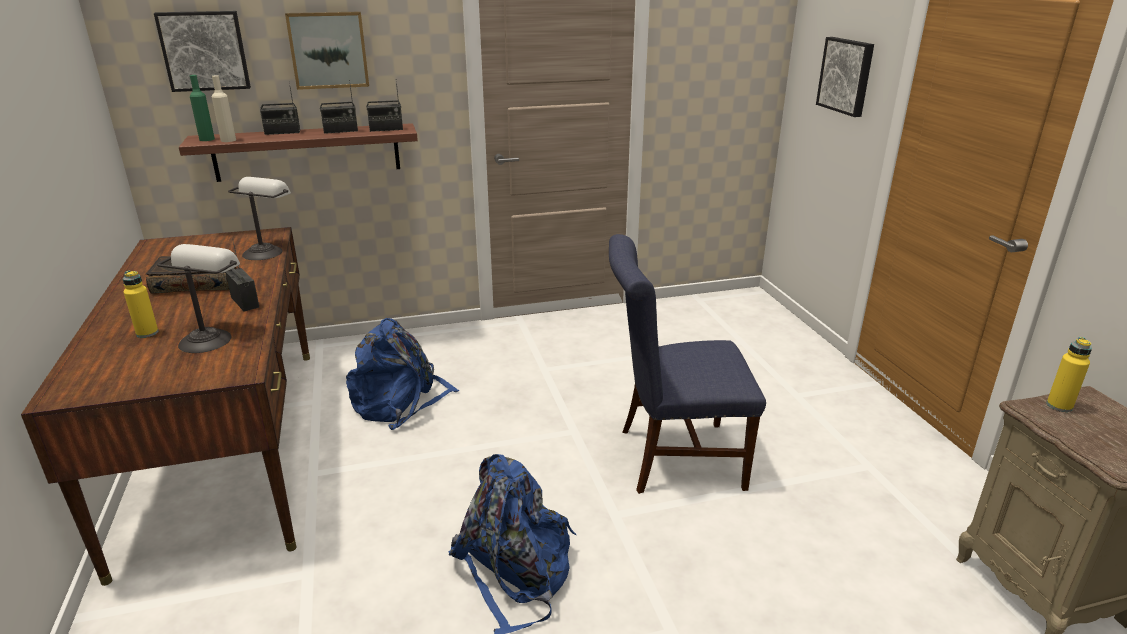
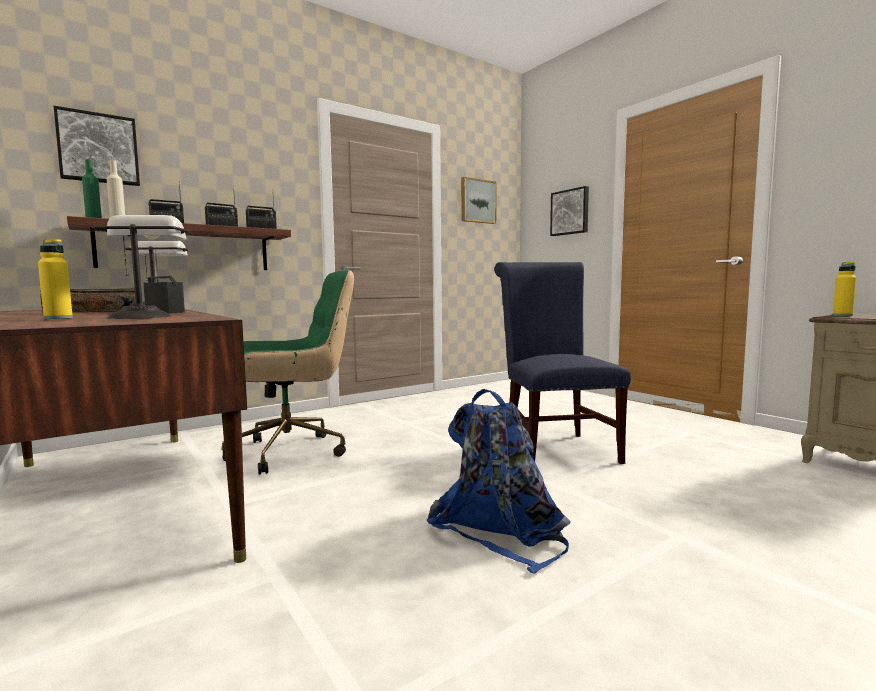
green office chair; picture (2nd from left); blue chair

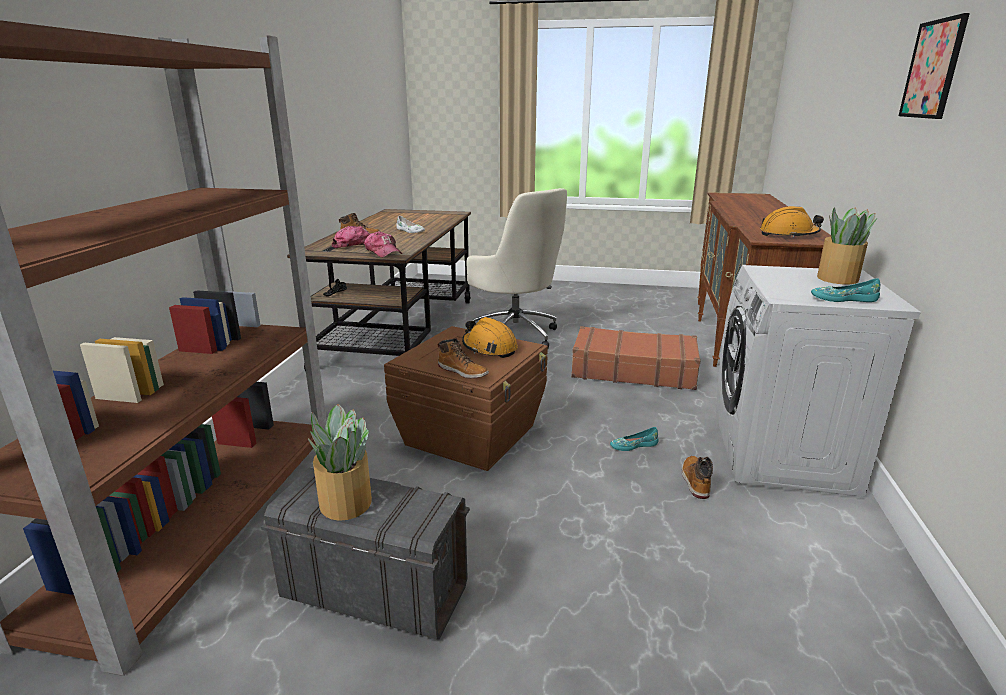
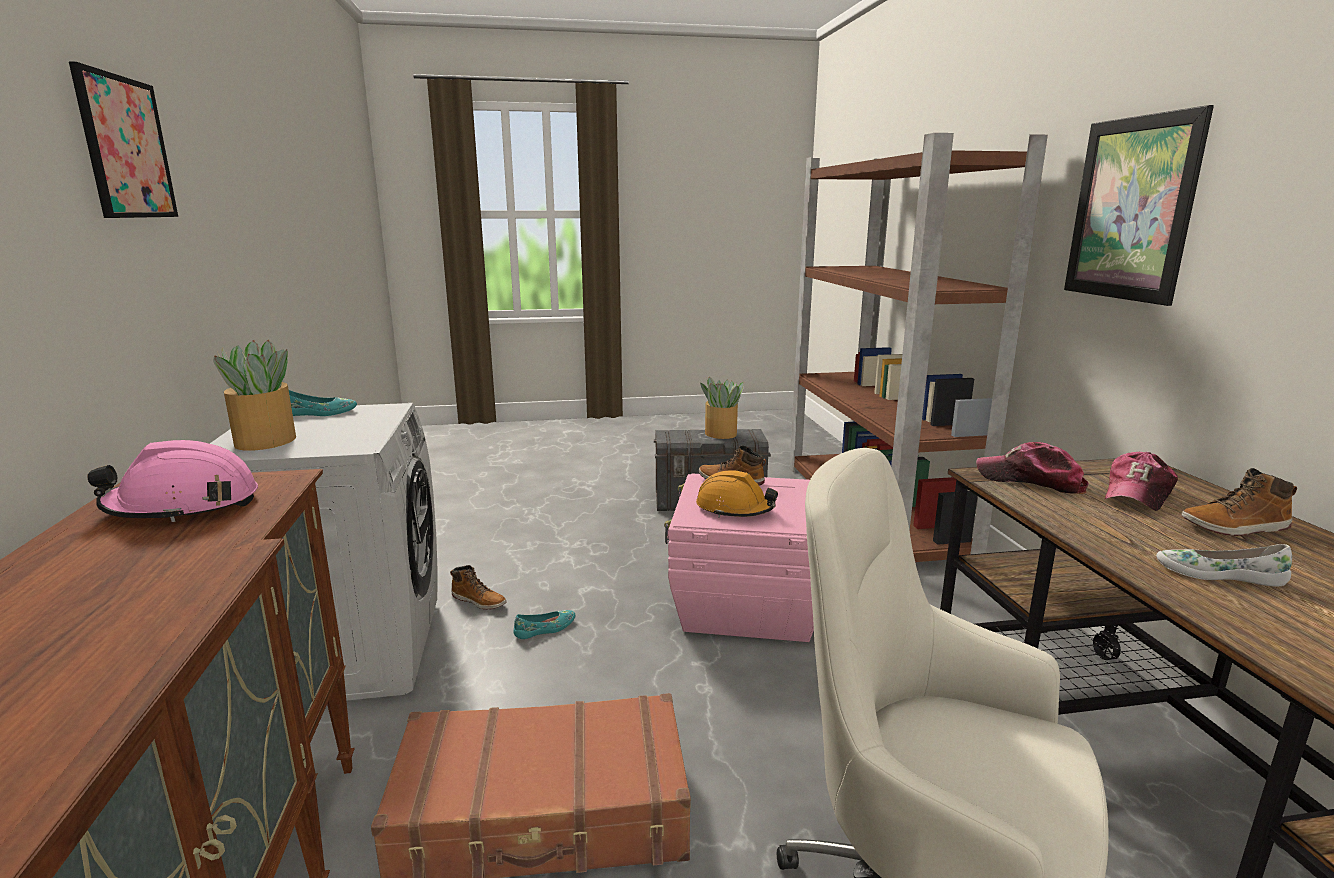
pink hard hat; boot (1st from left); pink storage box; picture (2nd from left)

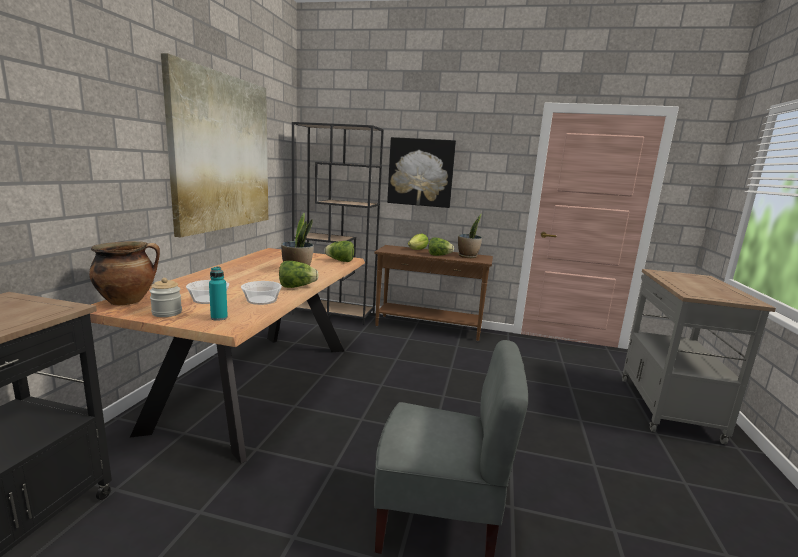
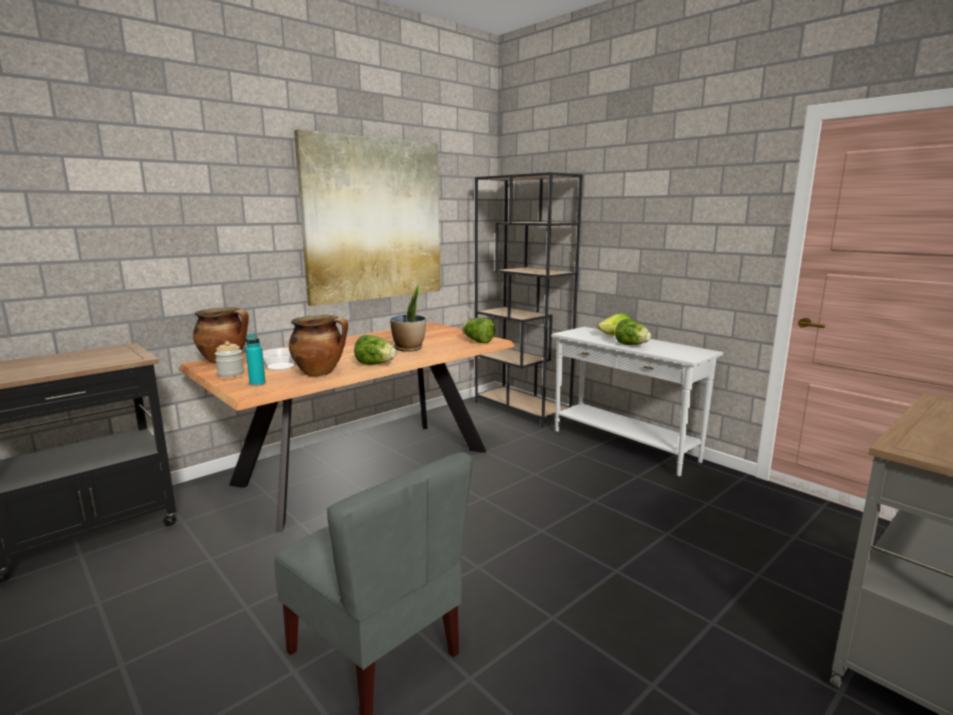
cooking pot (2nd from left); white console table; picture (2nd from left in the first image); potted plant (2nd from left in the first image)

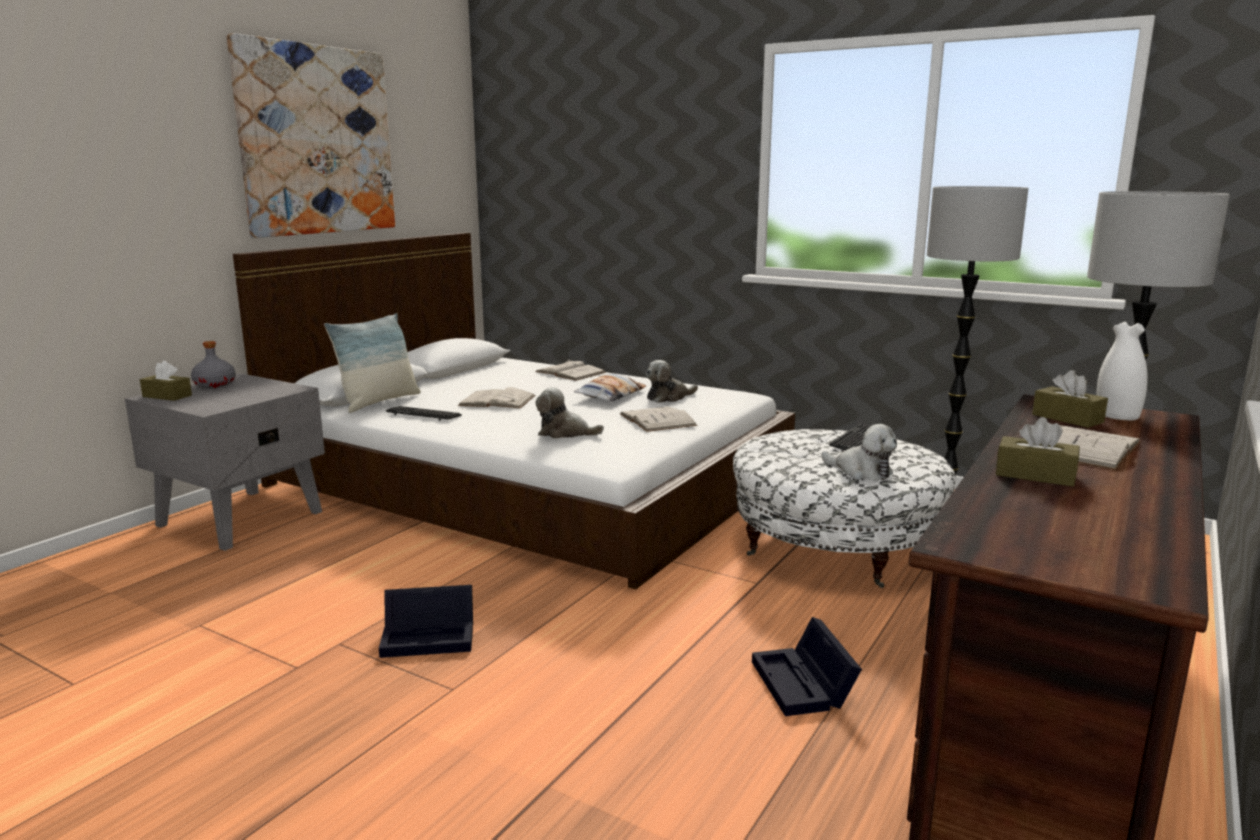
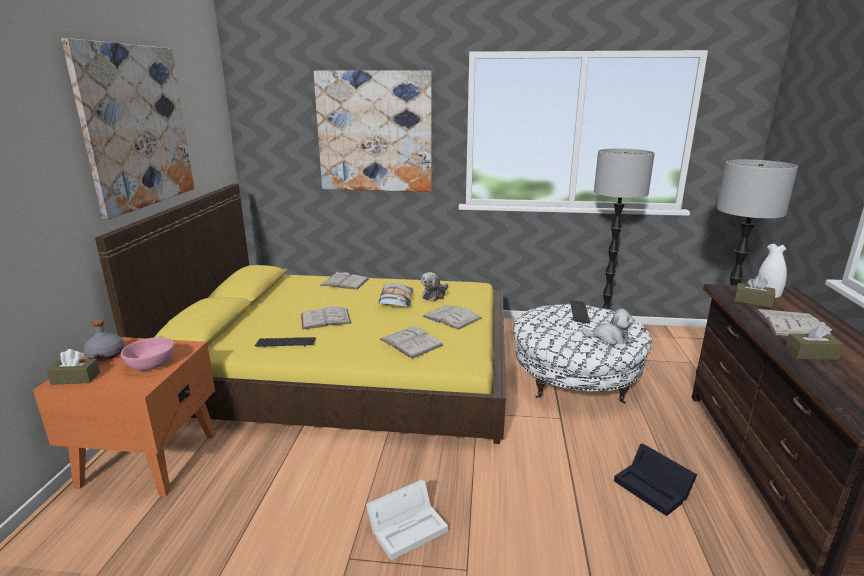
orange nightstand; yellow bed; pink bowl; picture (2nd from left); white storage box; white book (3rd from left); pillow (1st from left in the first image)

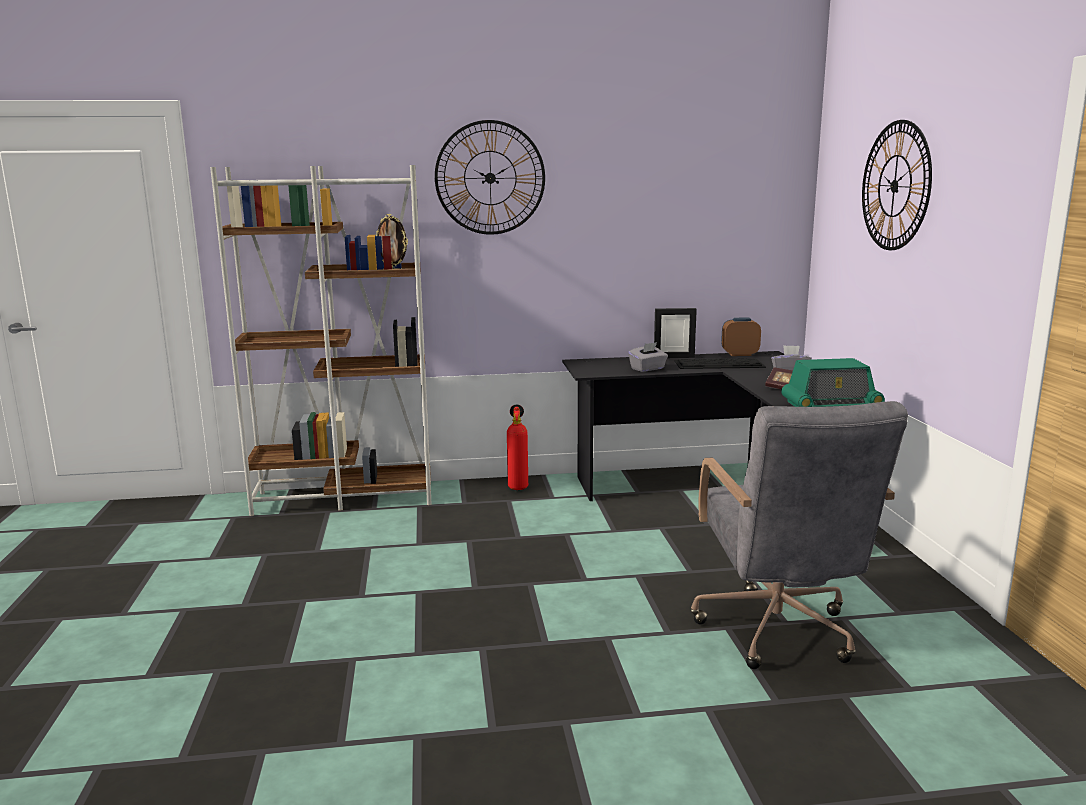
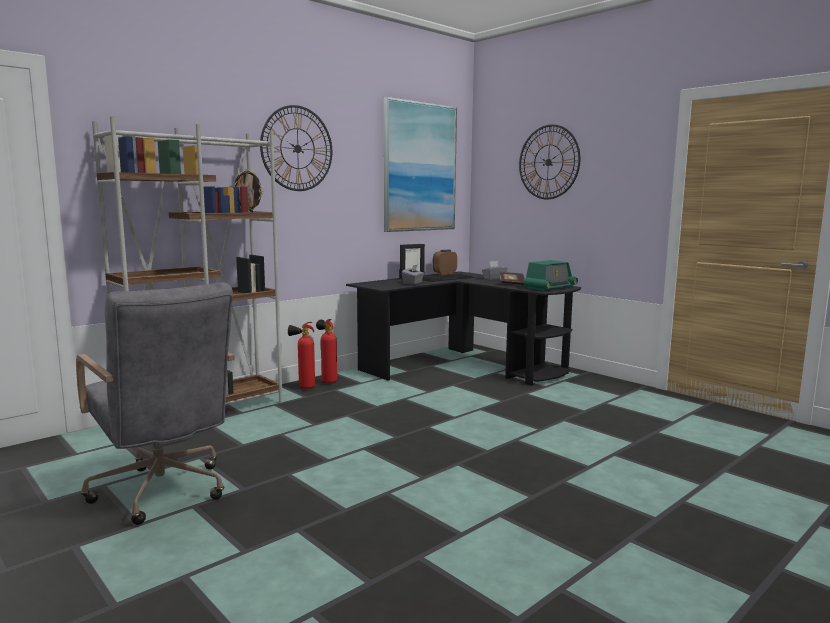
grey office chair; fire extinguisher (1st from left); picture

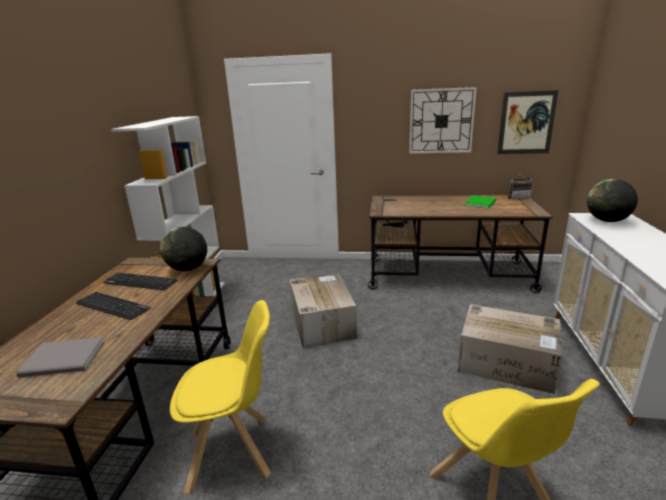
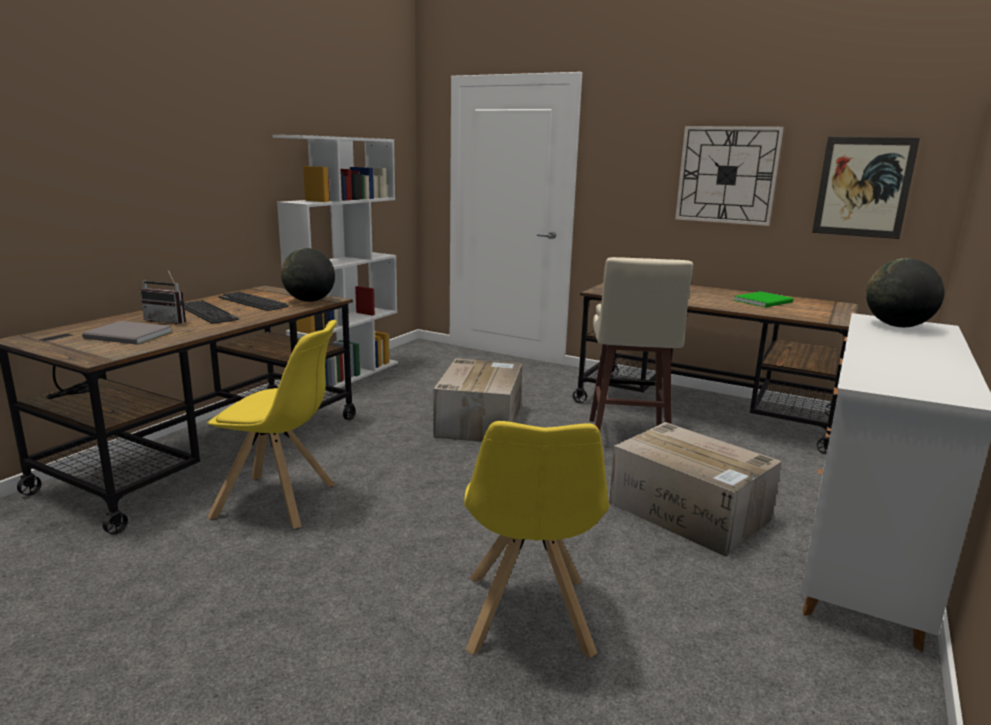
radio; beige stool

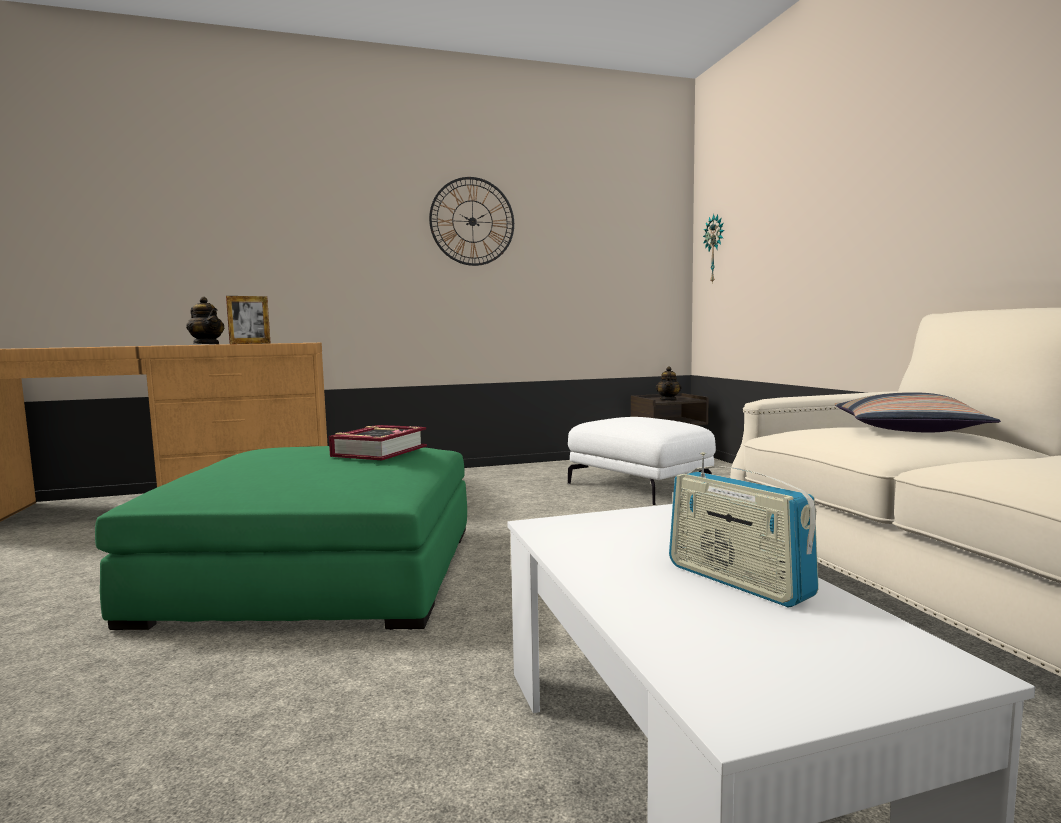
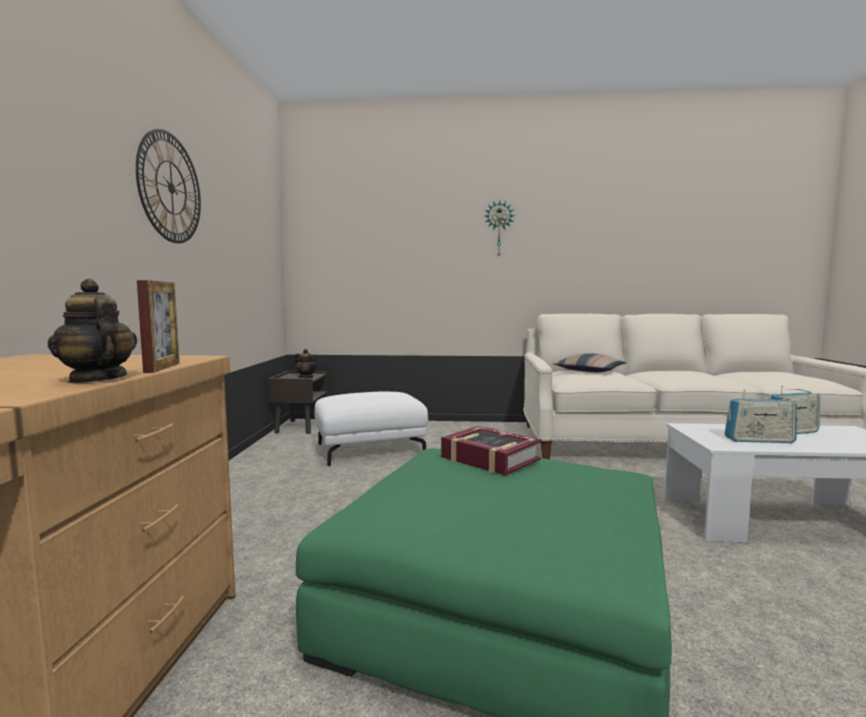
teapot (1st from left); wall clock (2nd from left); radio (1st from left)

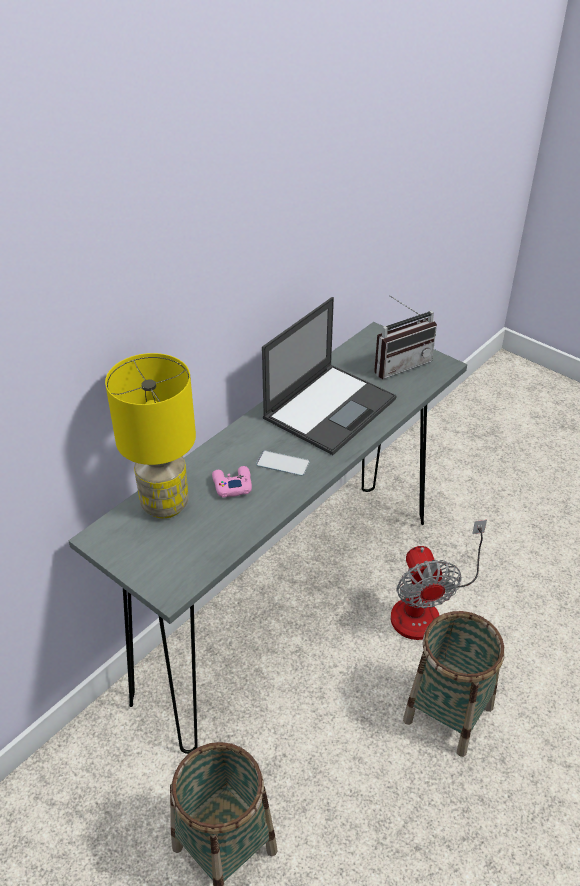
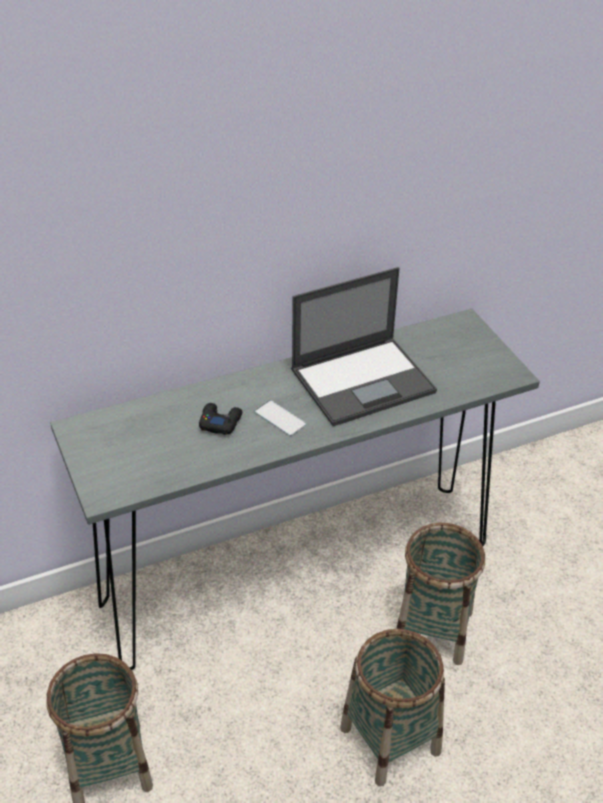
black game controller; basket (3rd from left); yellow table lamp; radio

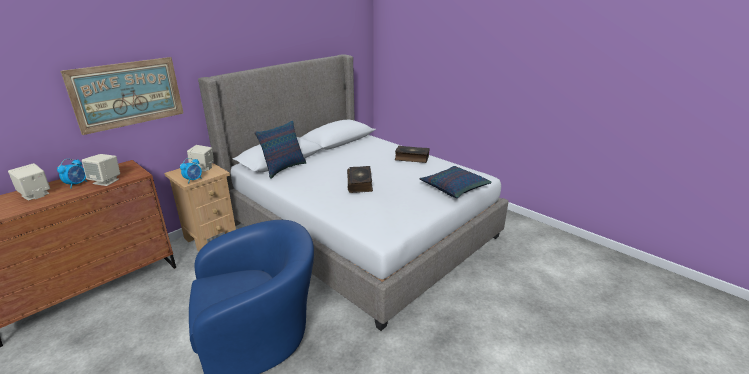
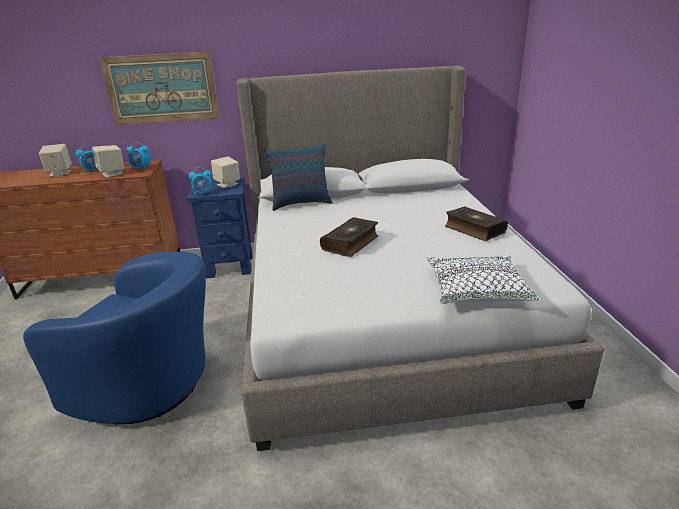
alarm clock (2nd from left); blue nightstand; white pillow

